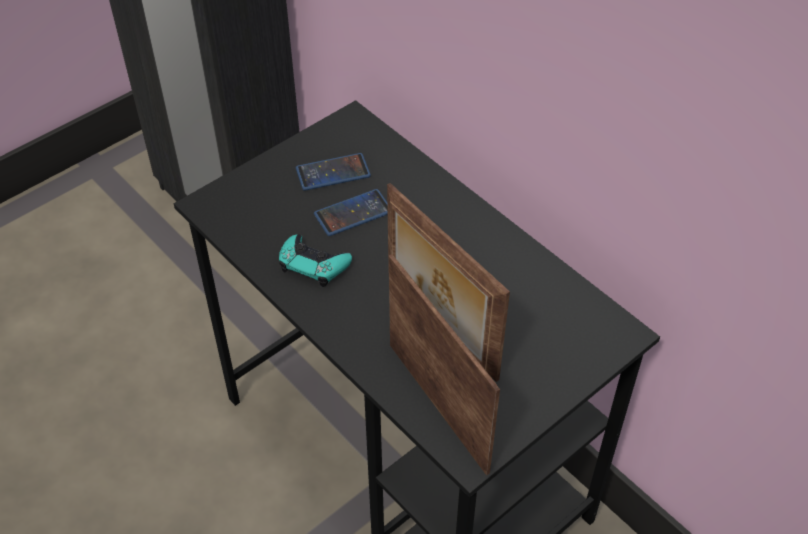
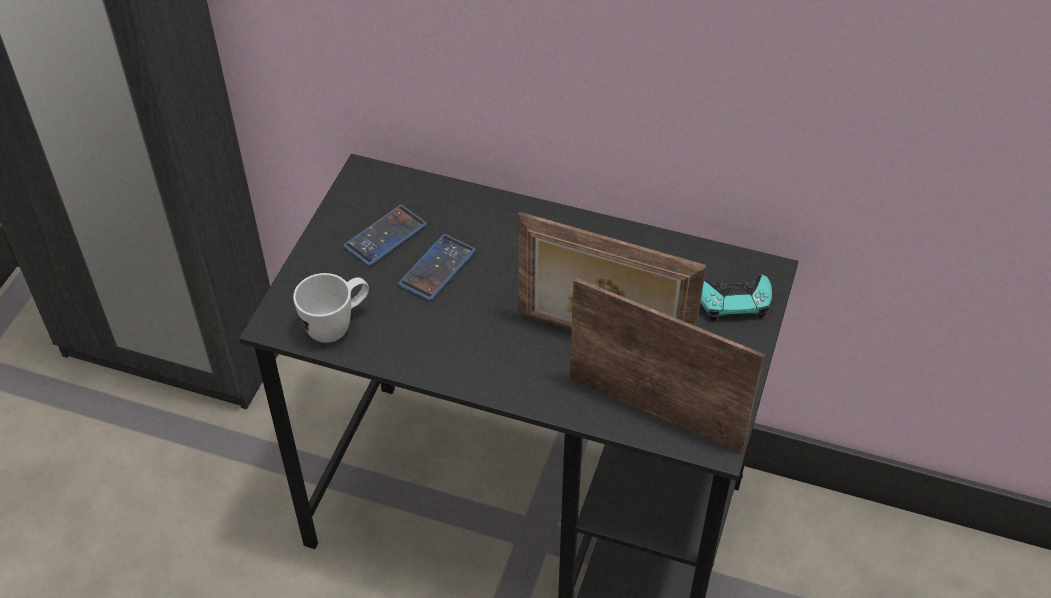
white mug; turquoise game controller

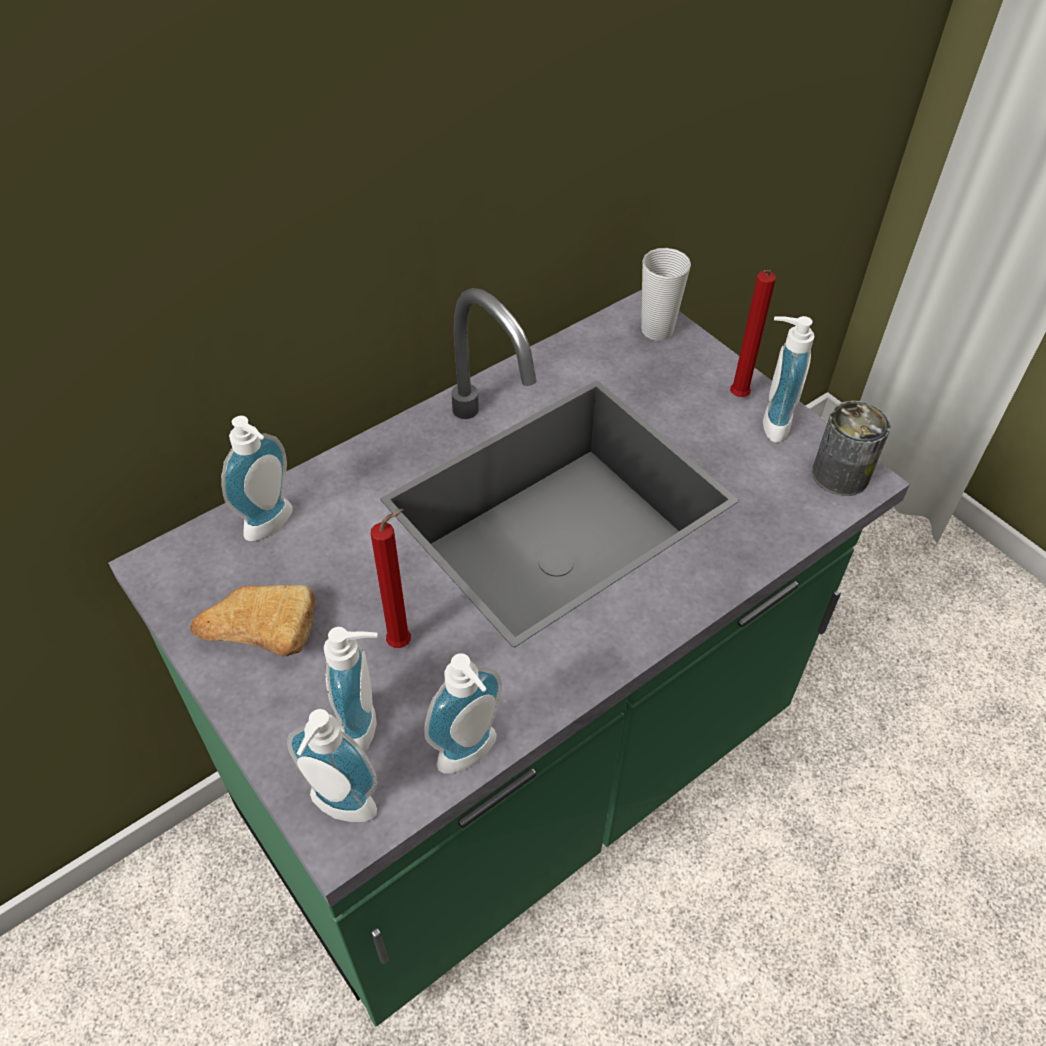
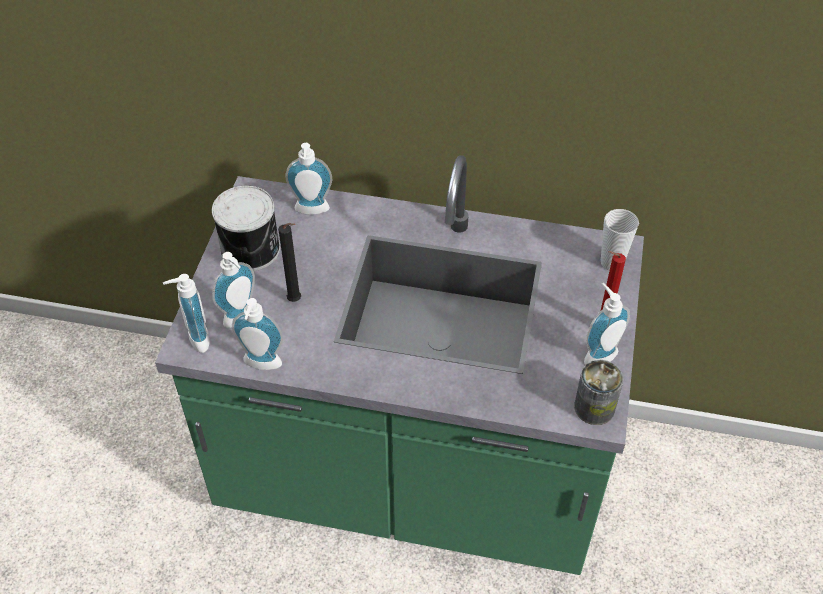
can (1st from left); black candle

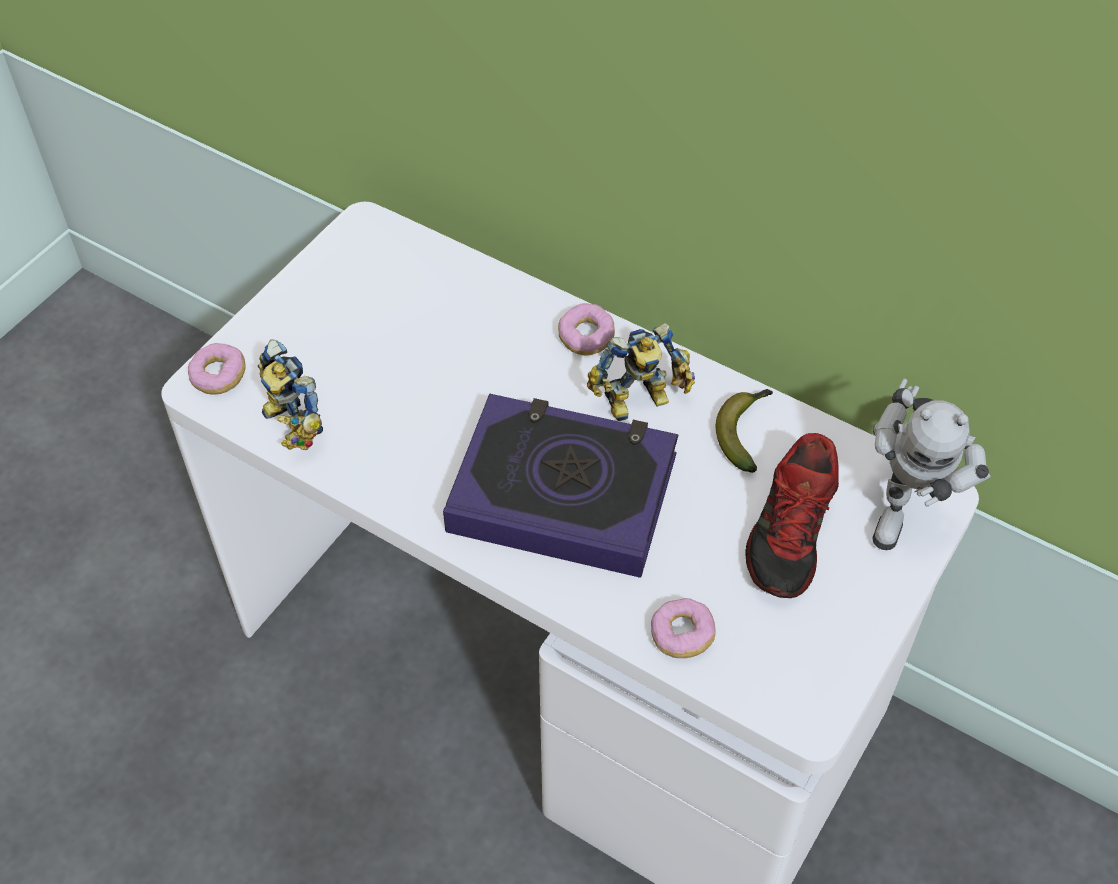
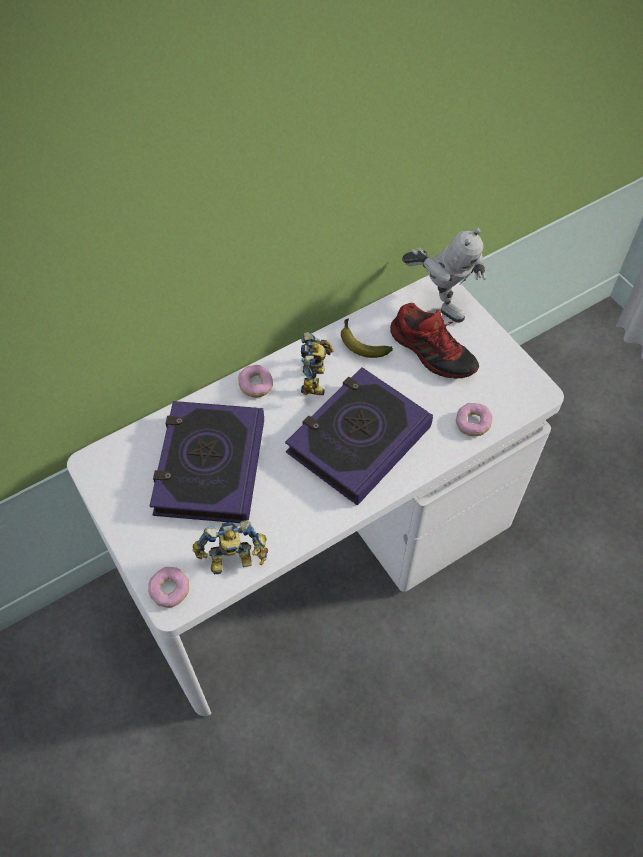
book (1st from left)

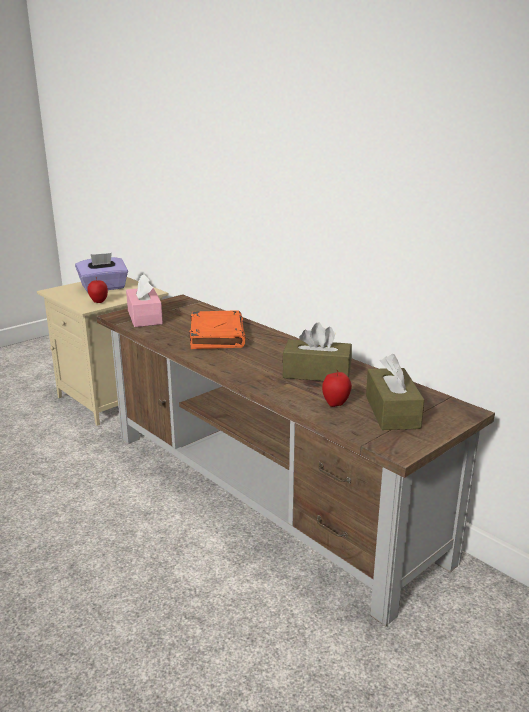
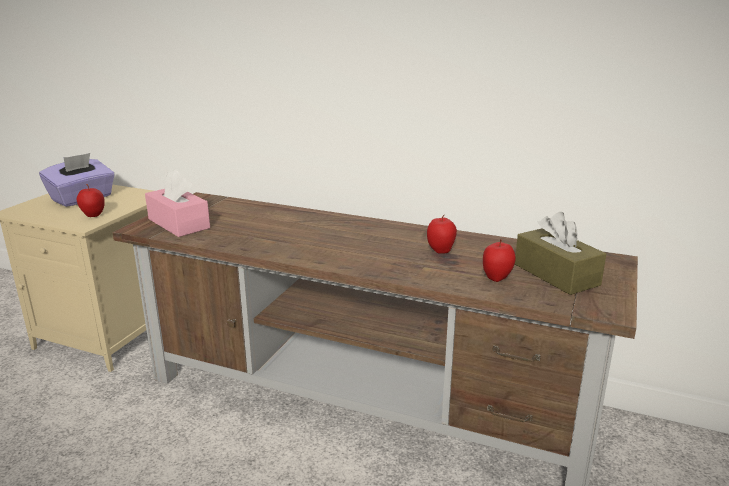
apple (2nd from left); orange book

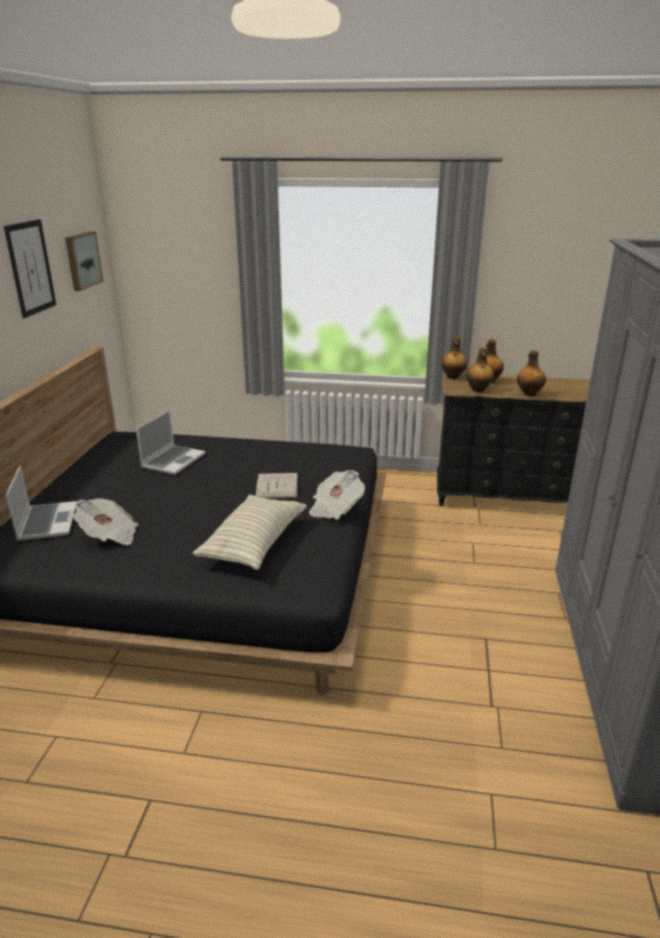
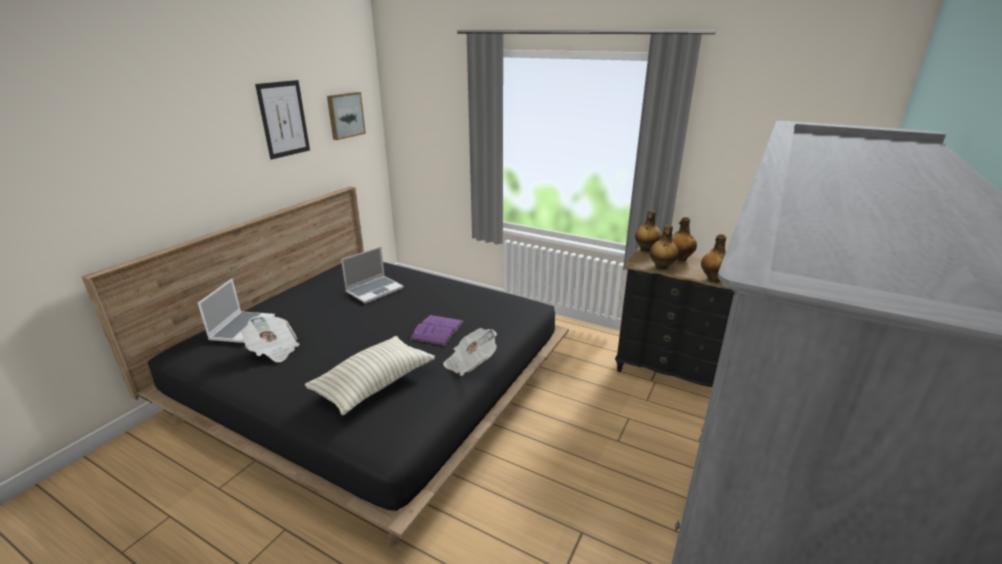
purple book

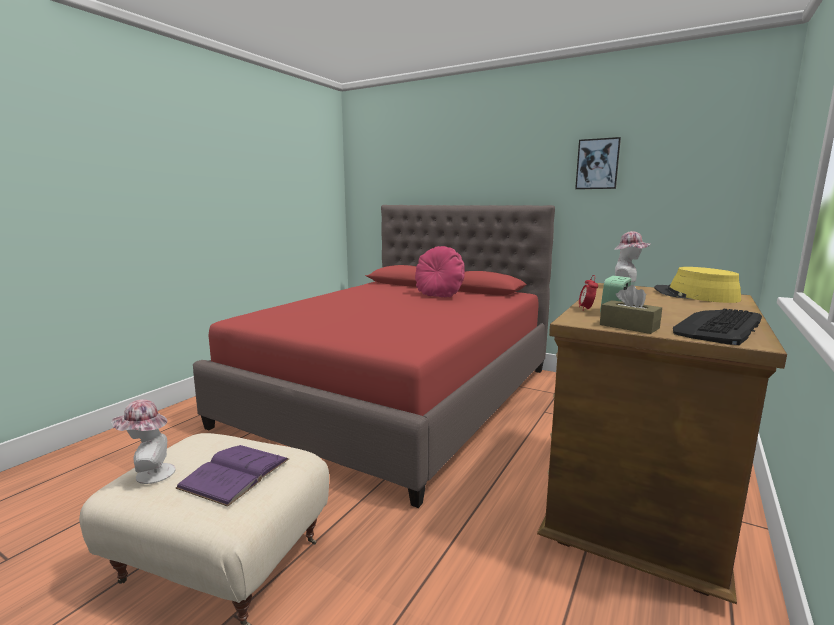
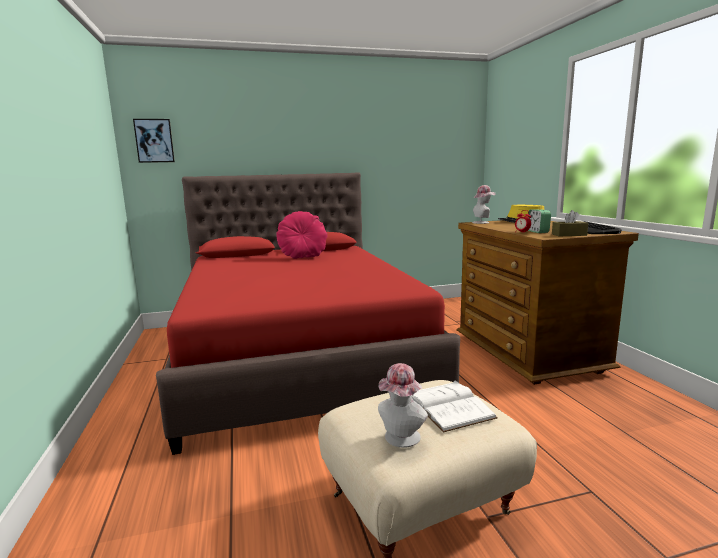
picture; white book

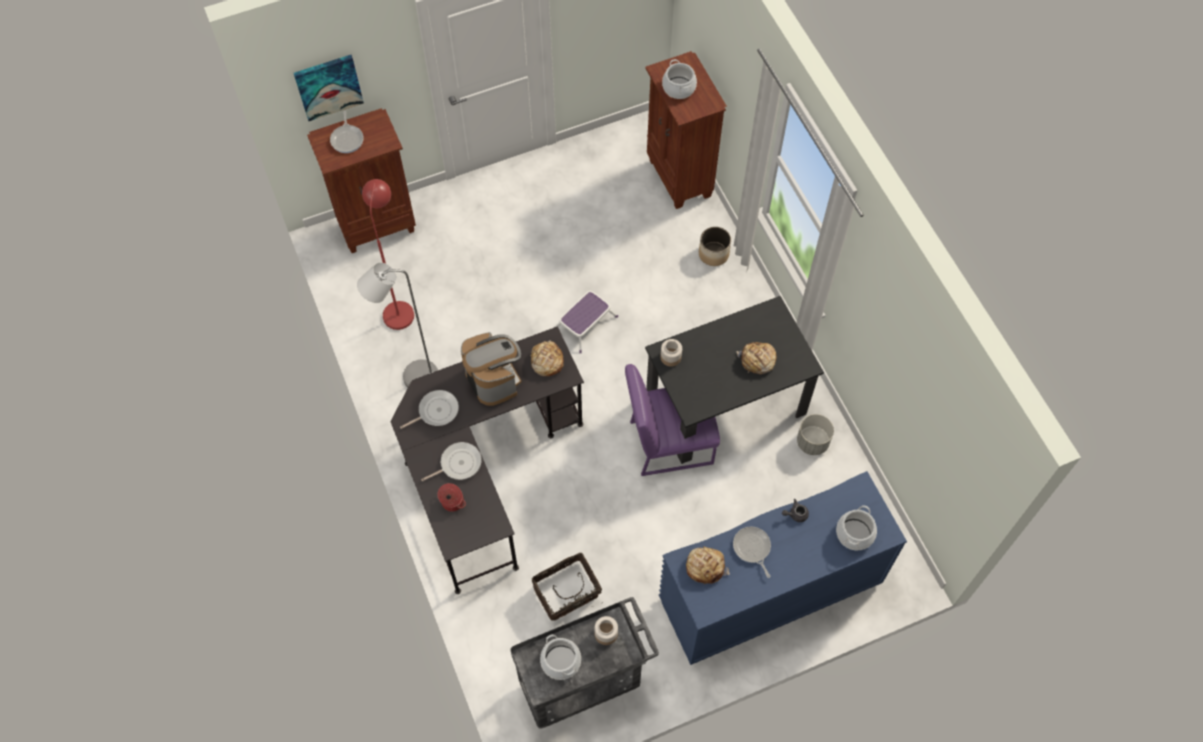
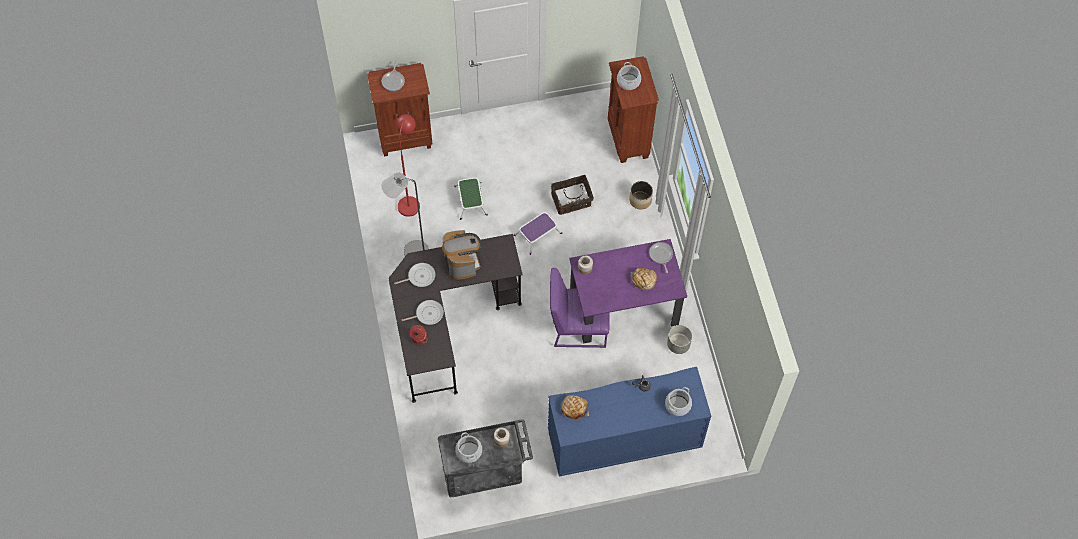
green step ladder; basket; purple dining table; frying pan (4th from left); picture; bread (1st from left in the first image)

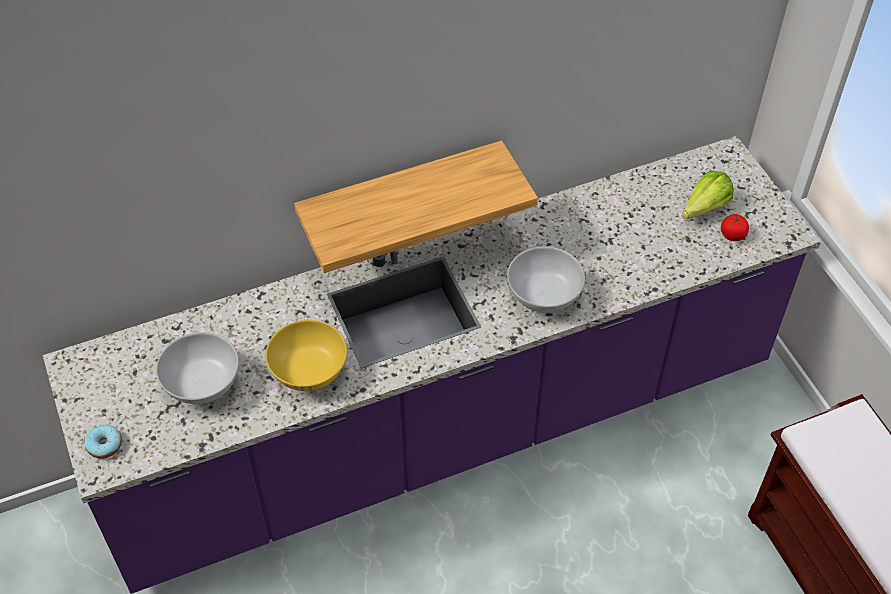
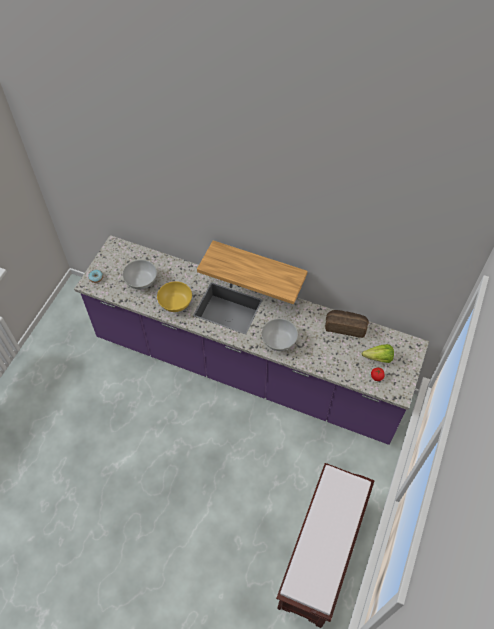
bread

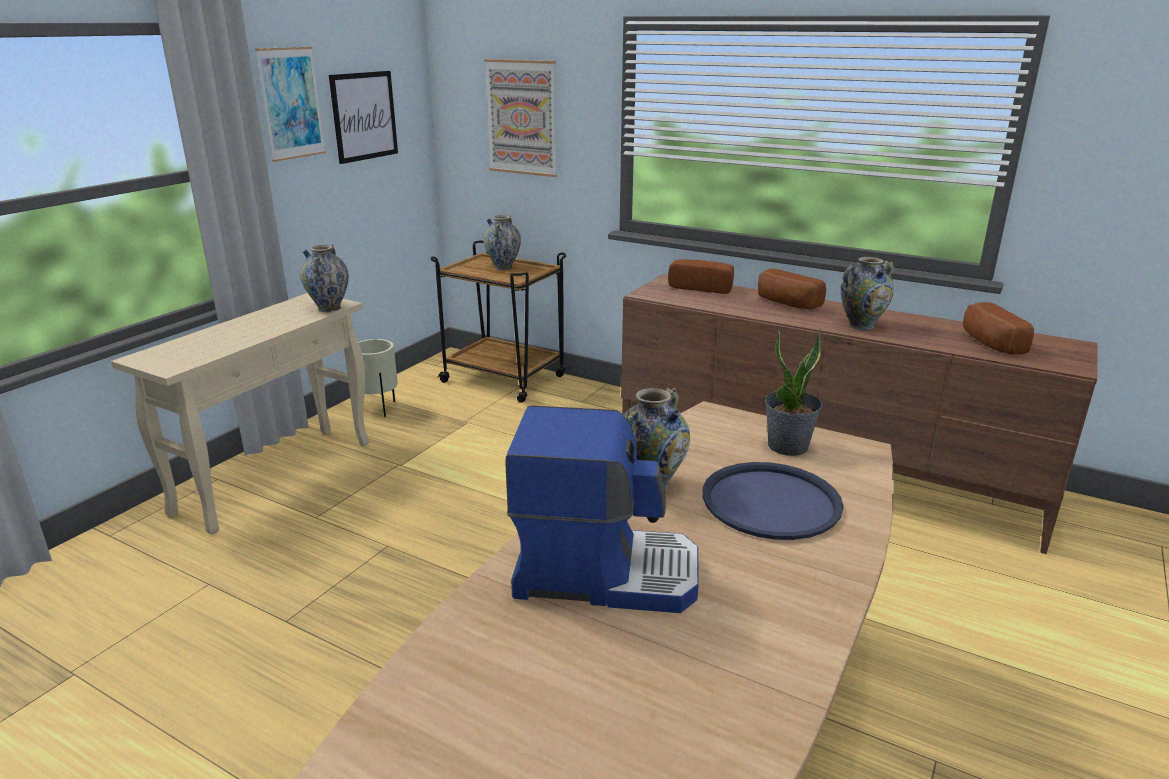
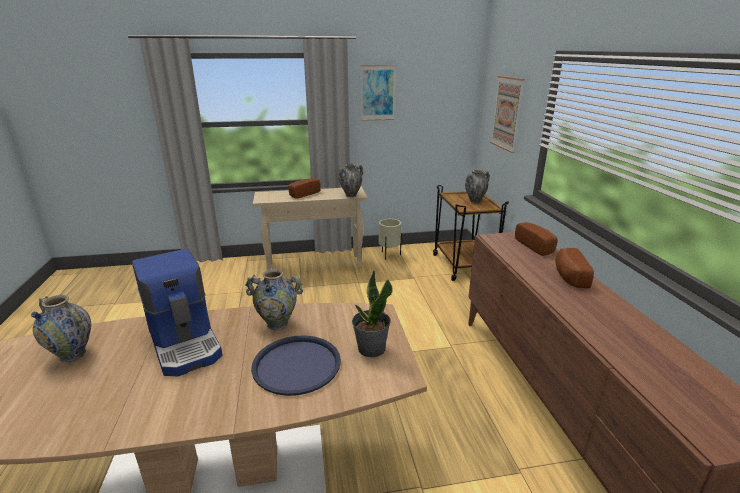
vase (1st from left); bread (1st from left); picture (2nd from left in the first image)

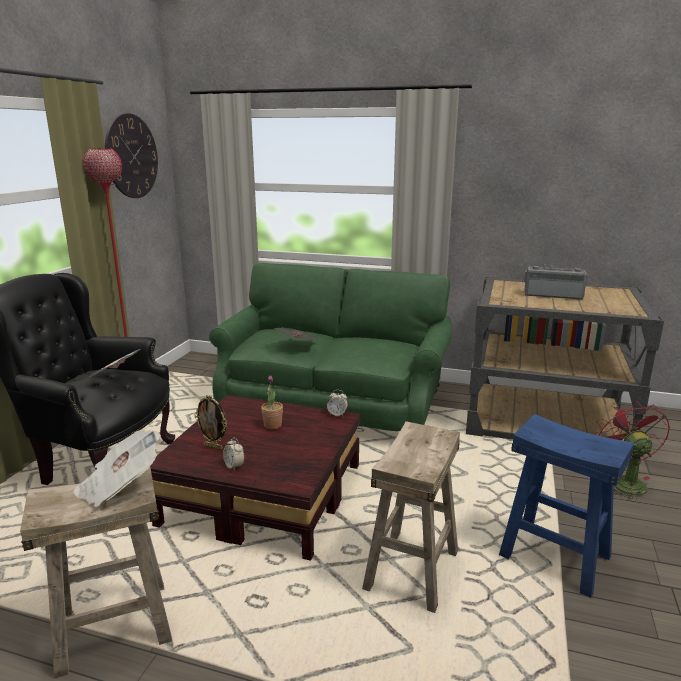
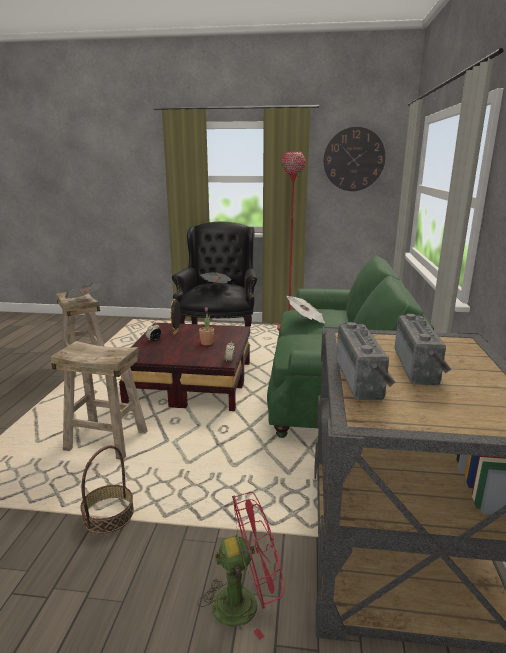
basket; radio (1st from left)

